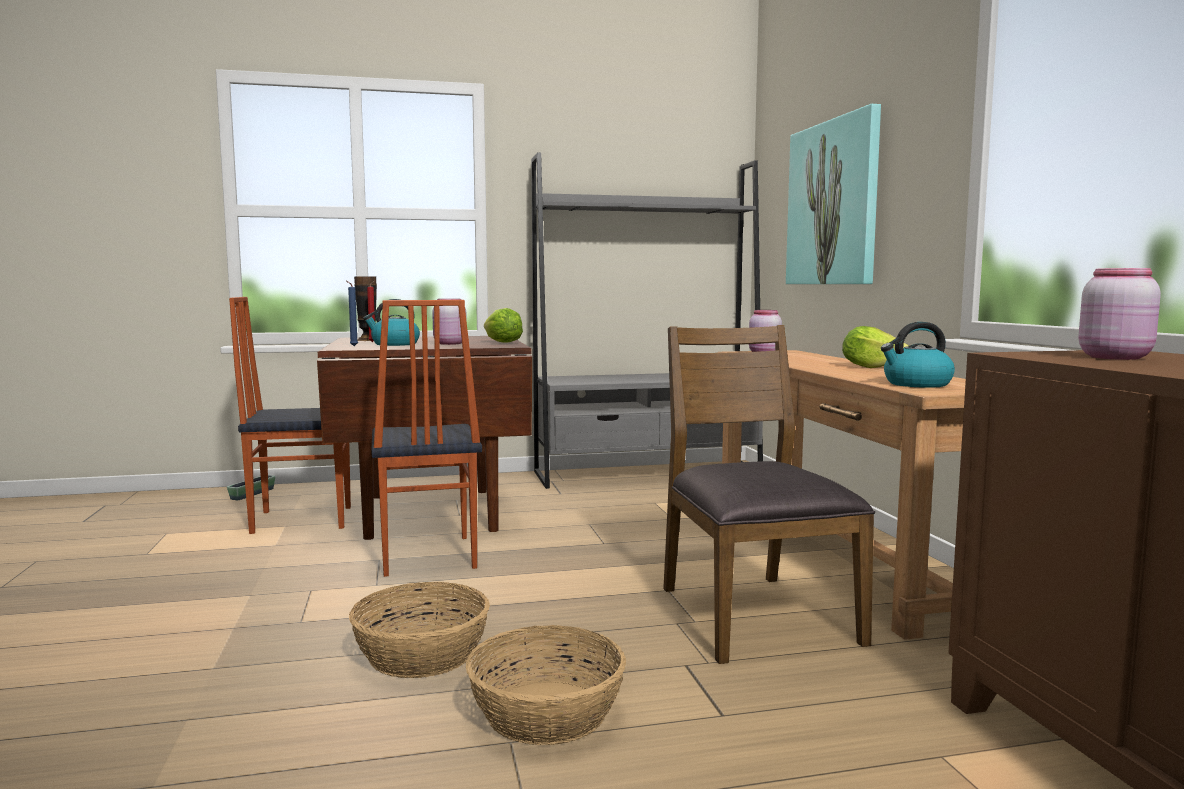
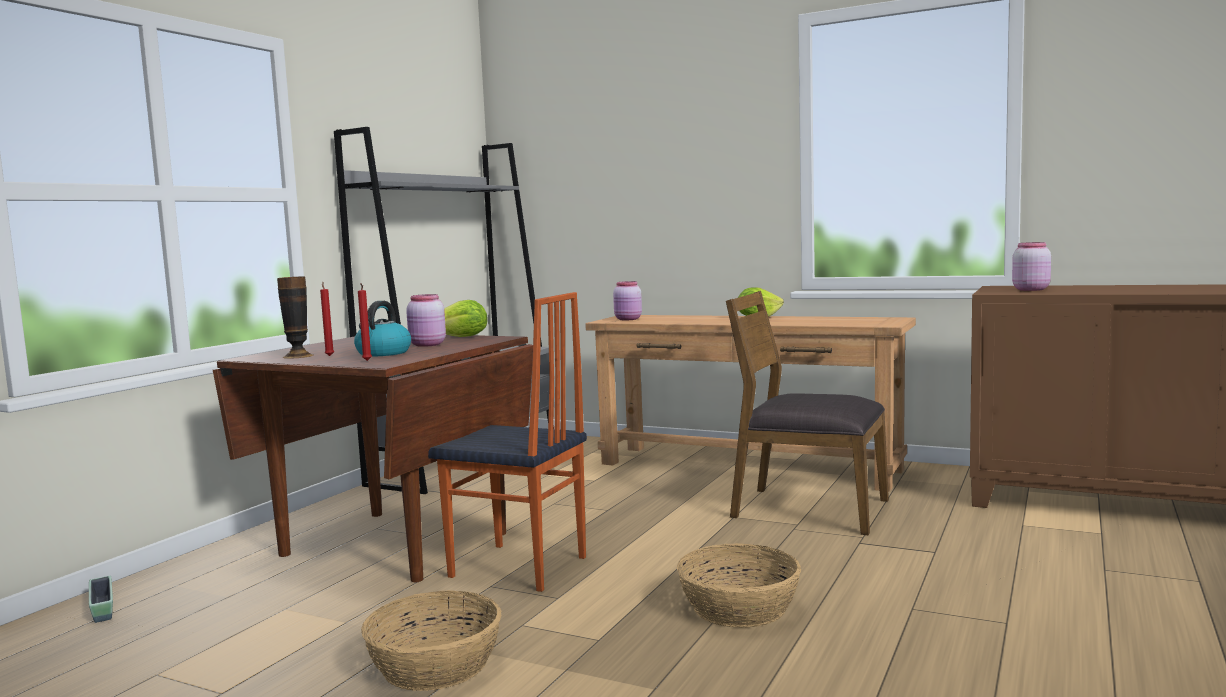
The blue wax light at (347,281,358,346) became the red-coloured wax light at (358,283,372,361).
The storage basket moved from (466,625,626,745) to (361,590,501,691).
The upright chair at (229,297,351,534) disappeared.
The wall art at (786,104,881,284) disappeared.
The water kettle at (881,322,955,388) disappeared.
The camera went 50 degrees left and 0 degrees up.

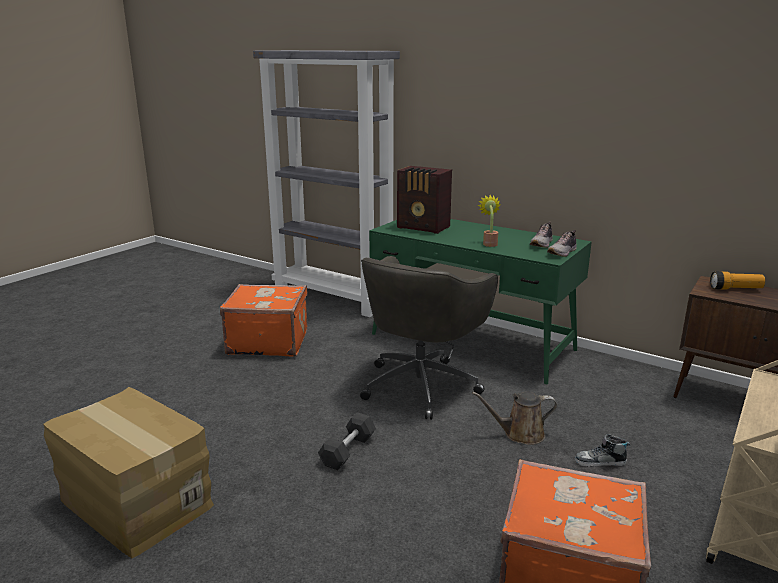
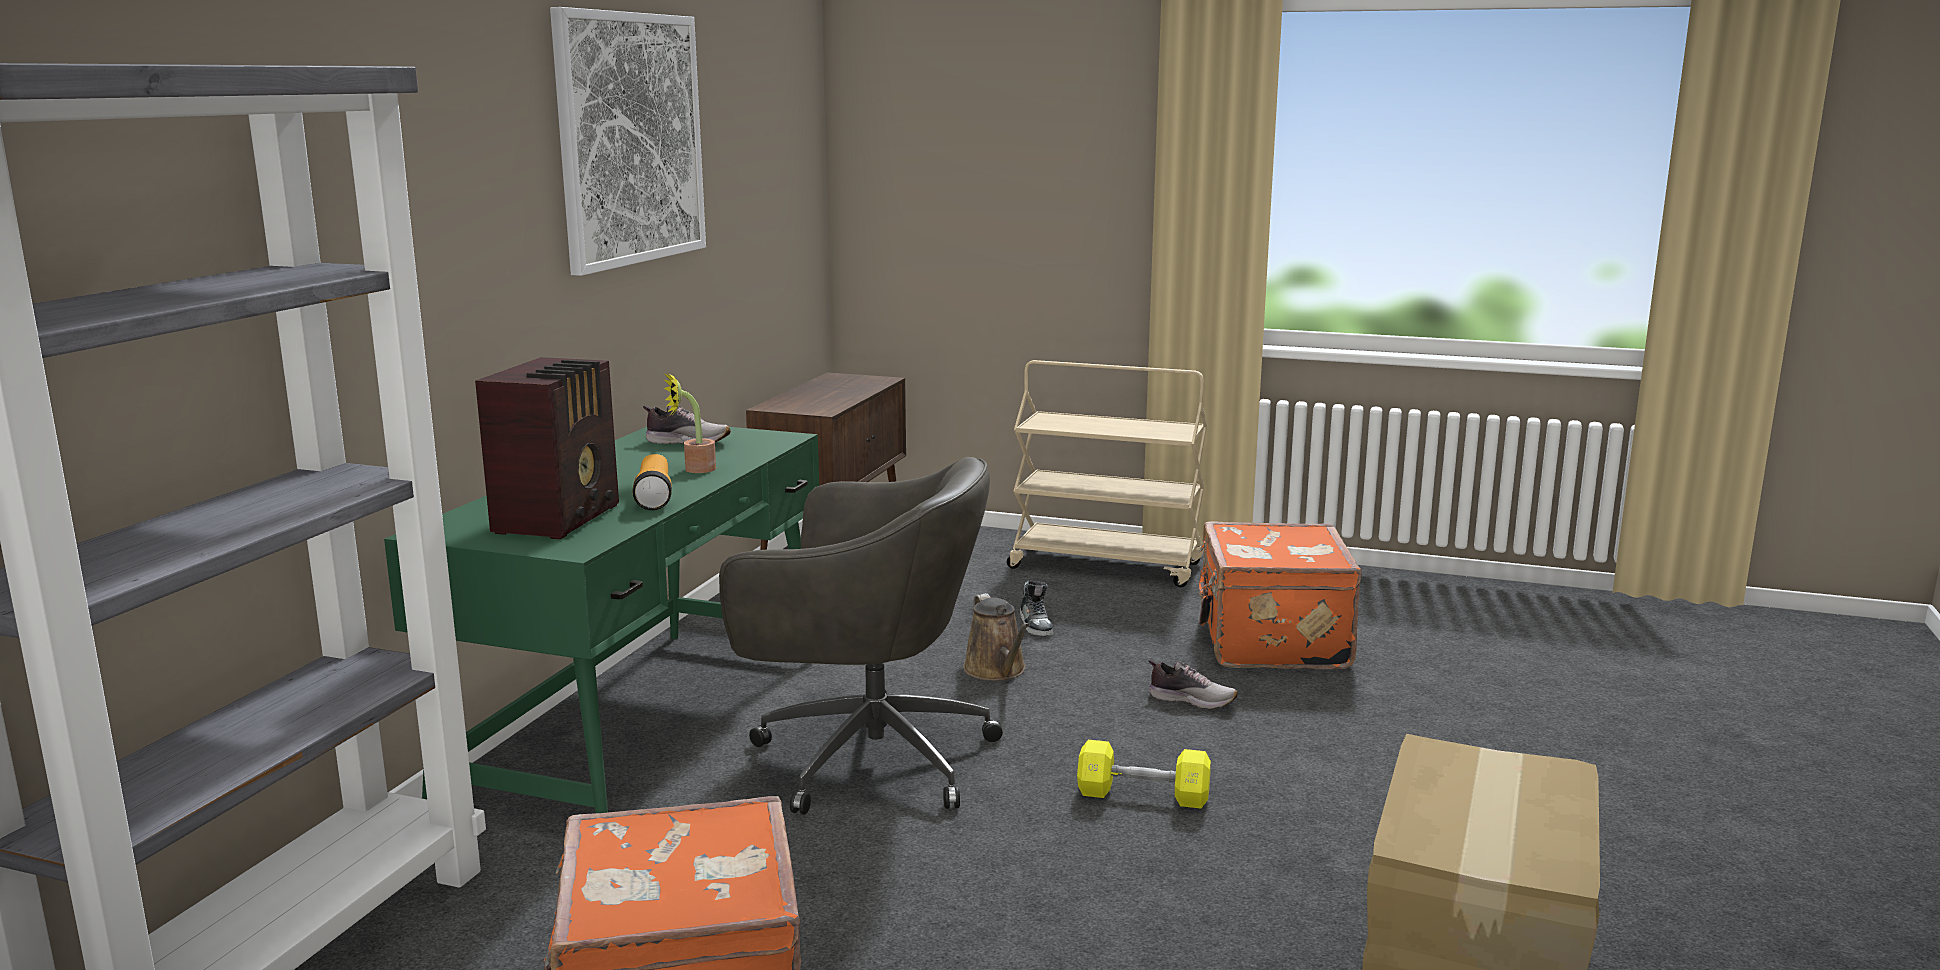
The wall art at (550,7,706,276) appeared.
The flashlight moved from (710,271,765,290) to (633,454,672,510).
The blackish dumbbell at (318,412,376,470) became the yellow dumbbell at (1077,740,1211,808).
The shoe moved from (547,230,577,257) to (1149,659,1237,709).
The camera went 105 degrees left and 5 degrees down.

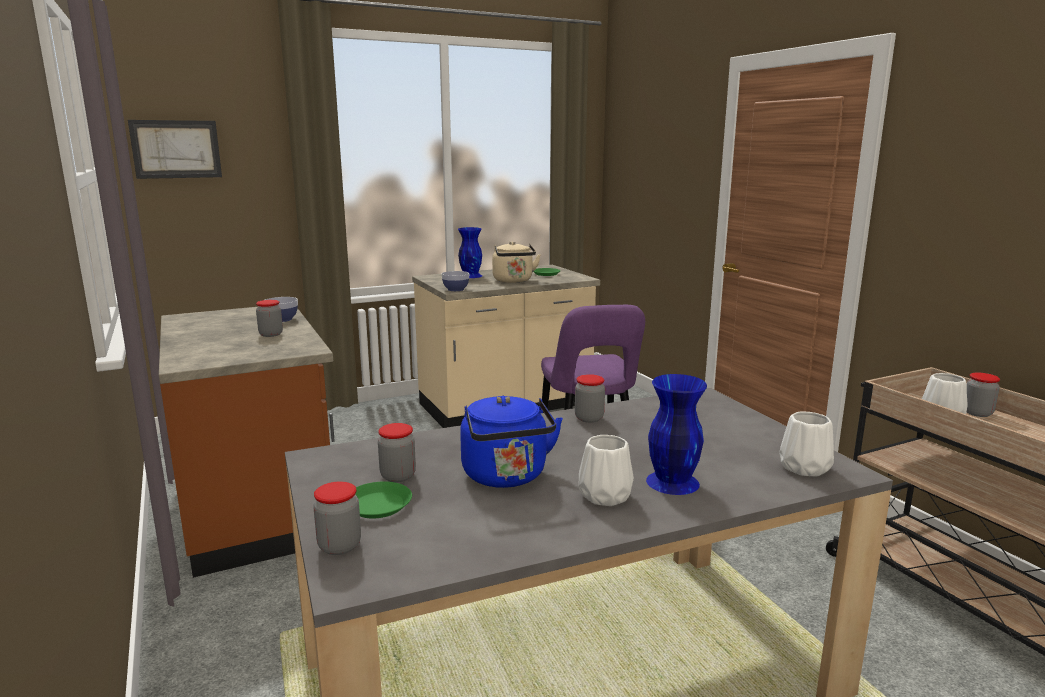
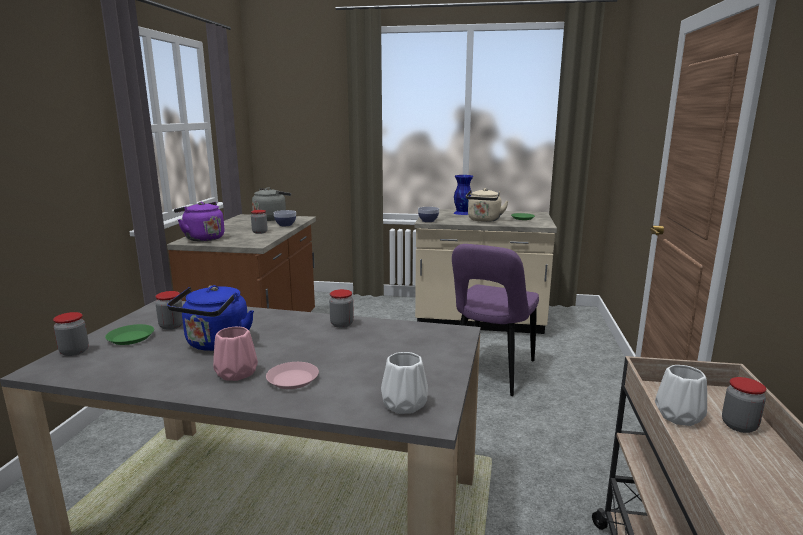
The purplish water kettle at (174,202,225,242) appeared.
The white-coloured vase at (578,435,634,506) became the pinkish vase at (213,326,258,381).
The gray water kettle at (252,188,291,221) appeared.
The blue vase at (646,374,707,495) was replaced by the pinkish plate at (266,362,319,389).
The wall art at (128,120,222,179) disappeared.
The camera went 35 degrees right and 0 degrees up.

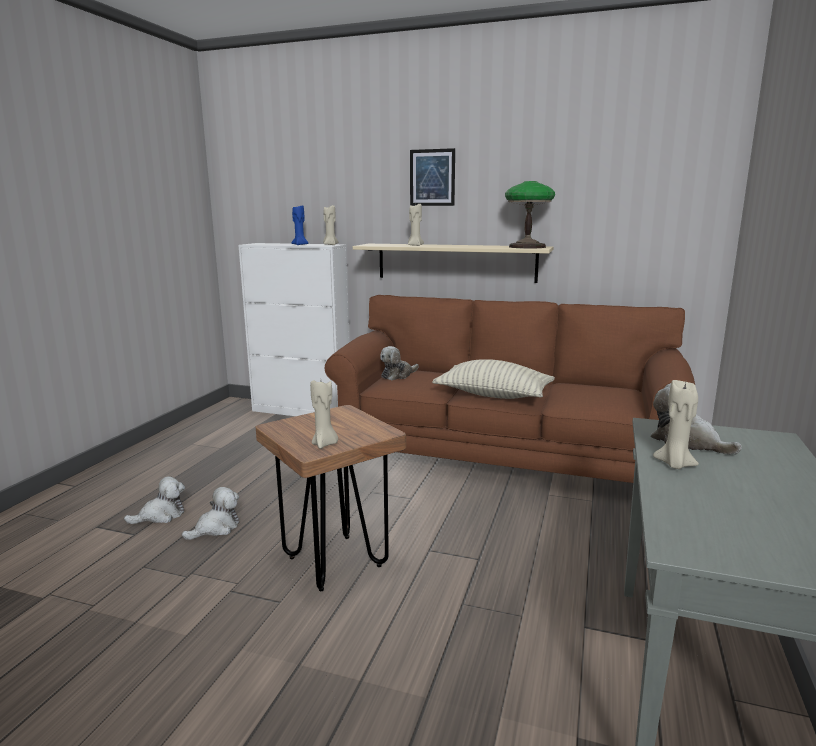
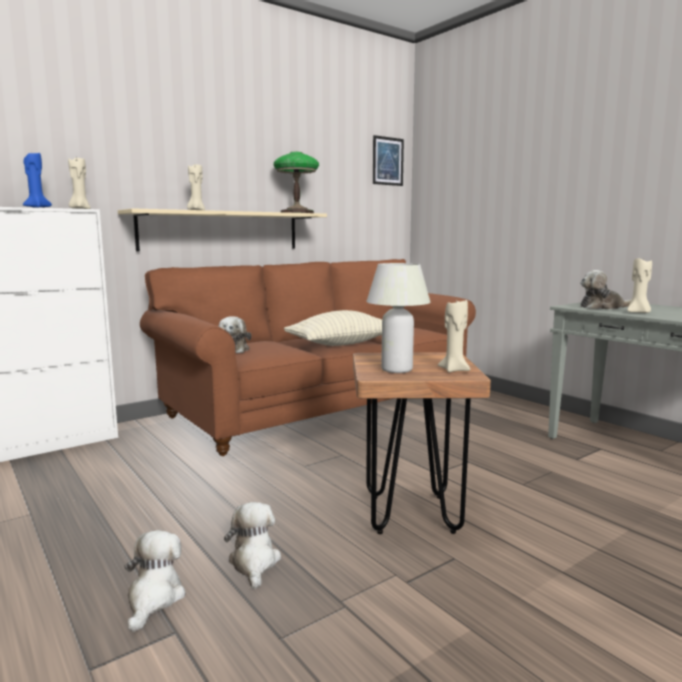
The white-coloured tabletop lamp at (366,263,431,373) appeared.
The wall art moved from (410,148,455,206) to (373,135,404,186).
The camera went 55 degrees left and 5 degrees down.

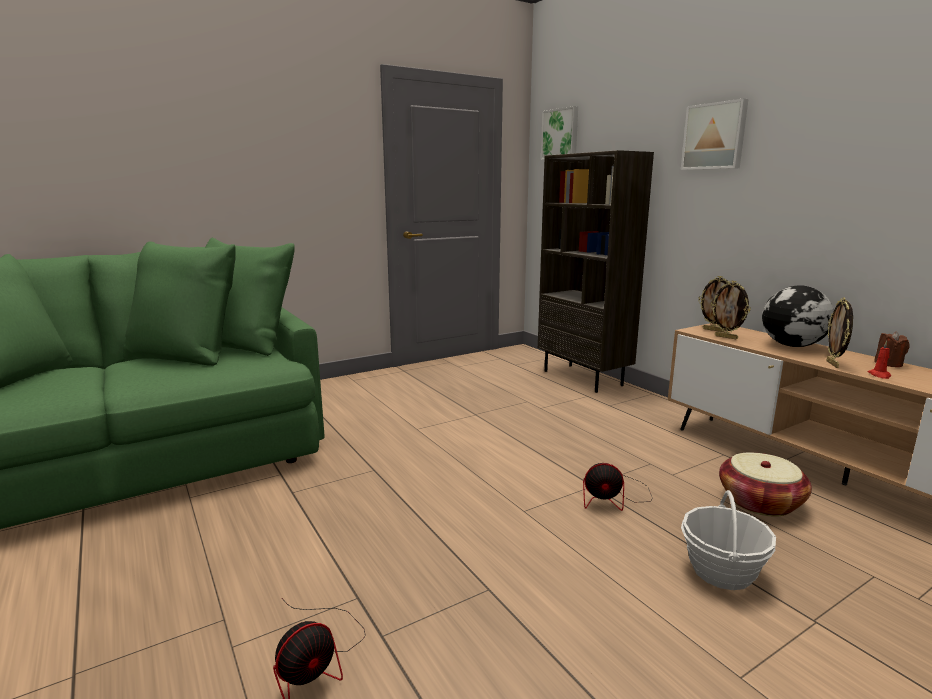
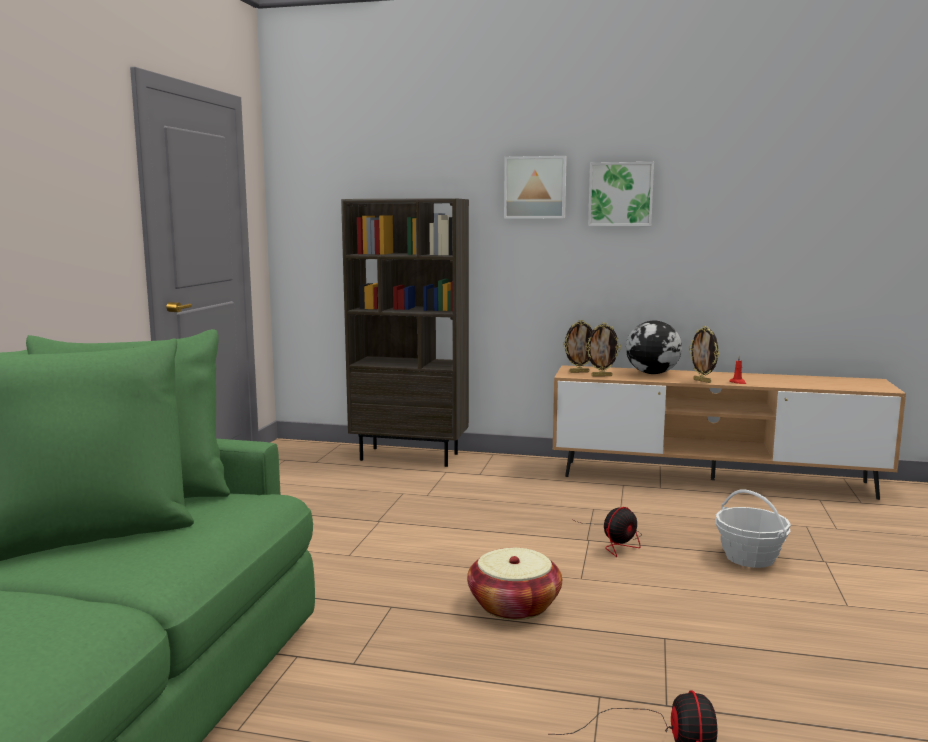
The storage basket moved from (719,453,812,517) to (467,548,562,620).
The wall art moved from (541,106,578,160) to (588,162,654,226).
The brownish wax light at (874,332,910,367) disappeared.
The camera went 45 degrees left and 5 degrees down.

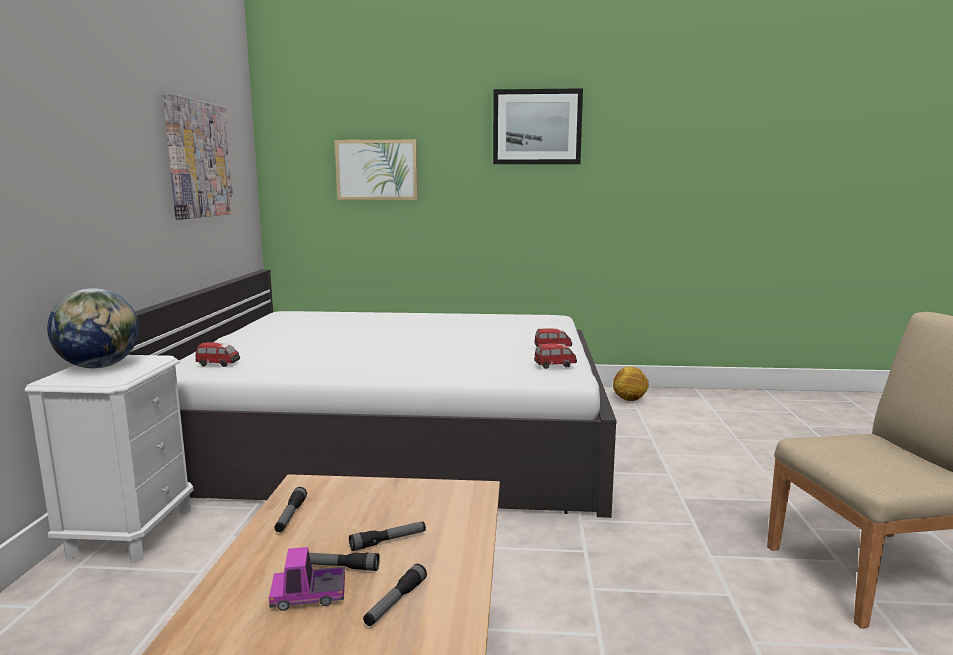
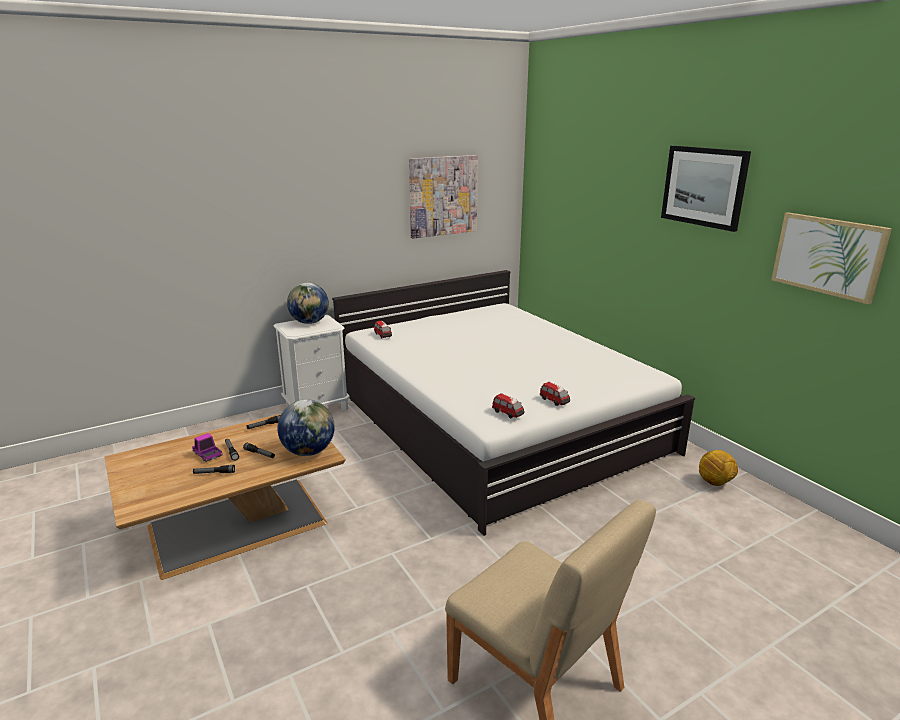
The world globe at (277,400,335,456) appeared.
The wall art moved from (335,140,418,200) to (771,212,892,304).
The camera went 55 degrees right and 10 degrees up.

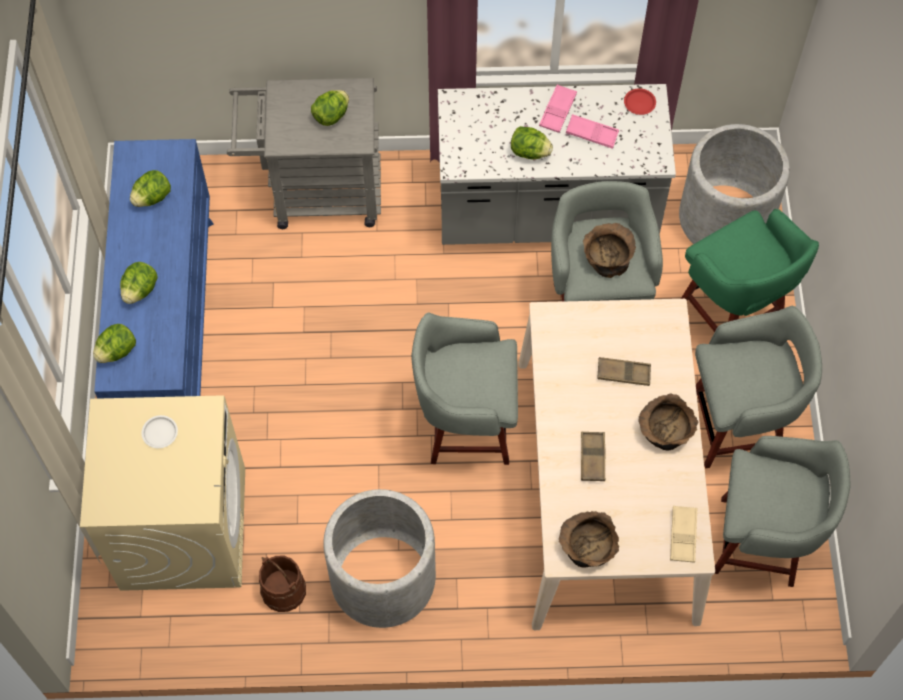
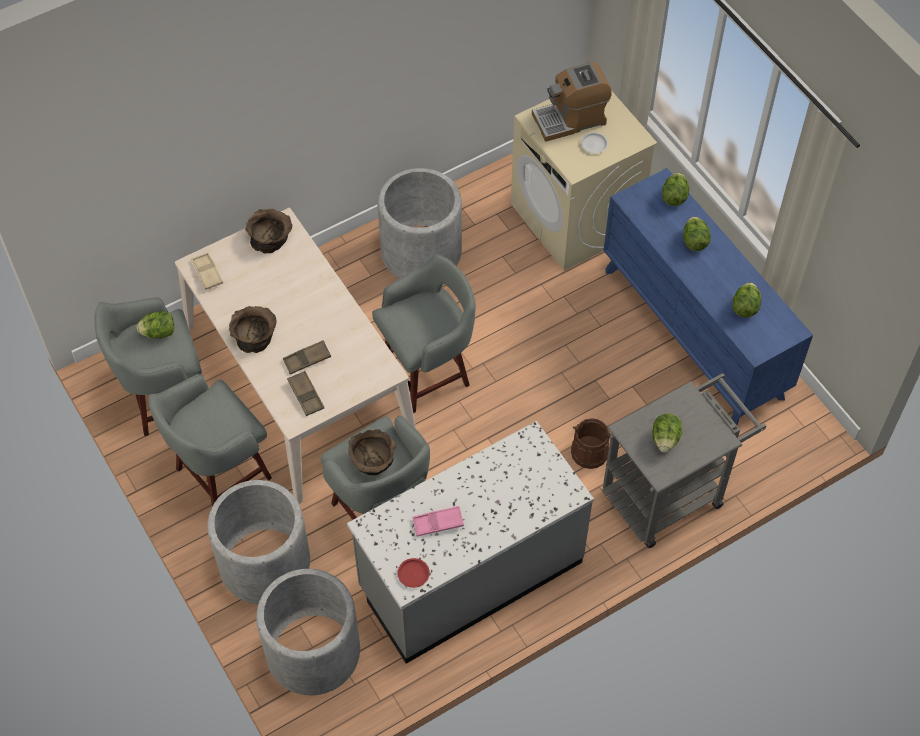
The lettuce moved from (511,126,553,159) to (137,311,174,339).
The green-coloured sitting stool at (681,209,819,332) was replaced by the gray planter at (207,480,310,604).
The brownish serving tray moved from (581,431,606,481) to (287,371,324,416).
The coffee machine at (532,62,612,142) appeared.
The brownish bucket moved from (259,555,306,612) to (571,418,611,469).
The pinkish serving tray at (539,84,577,133) disappeared.
The camera went 150 degrees right and 5 degrees down.

